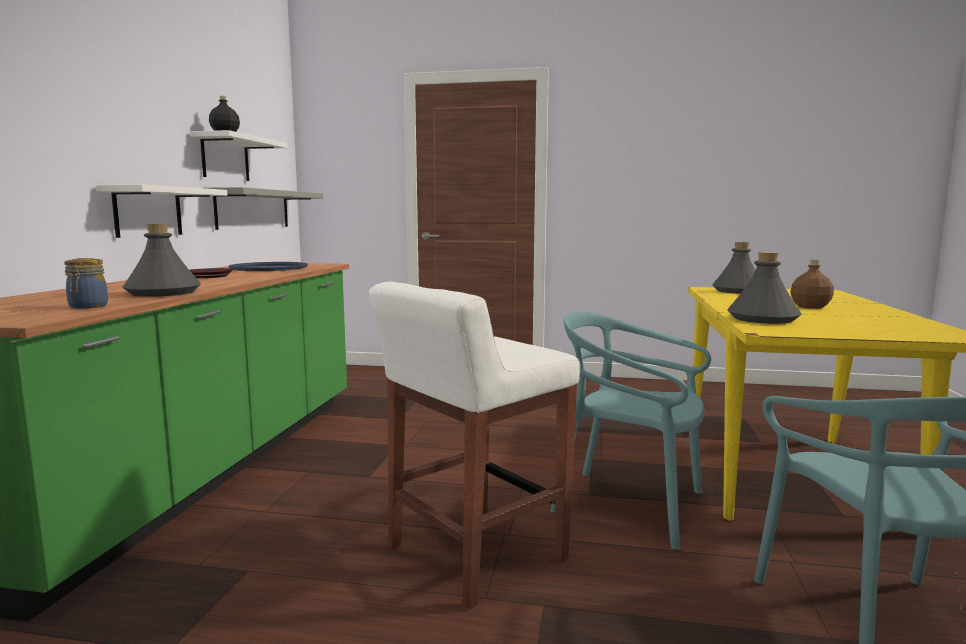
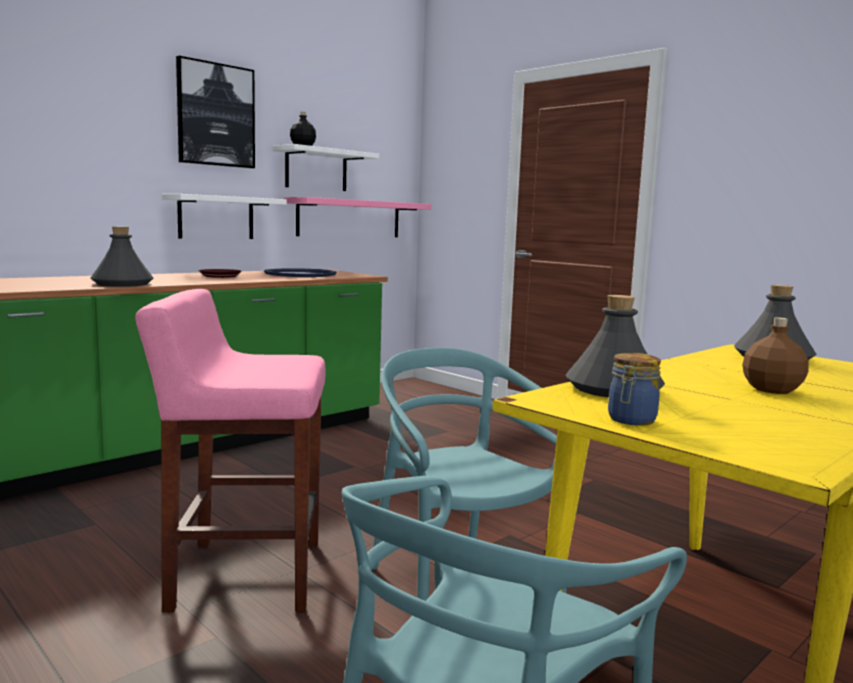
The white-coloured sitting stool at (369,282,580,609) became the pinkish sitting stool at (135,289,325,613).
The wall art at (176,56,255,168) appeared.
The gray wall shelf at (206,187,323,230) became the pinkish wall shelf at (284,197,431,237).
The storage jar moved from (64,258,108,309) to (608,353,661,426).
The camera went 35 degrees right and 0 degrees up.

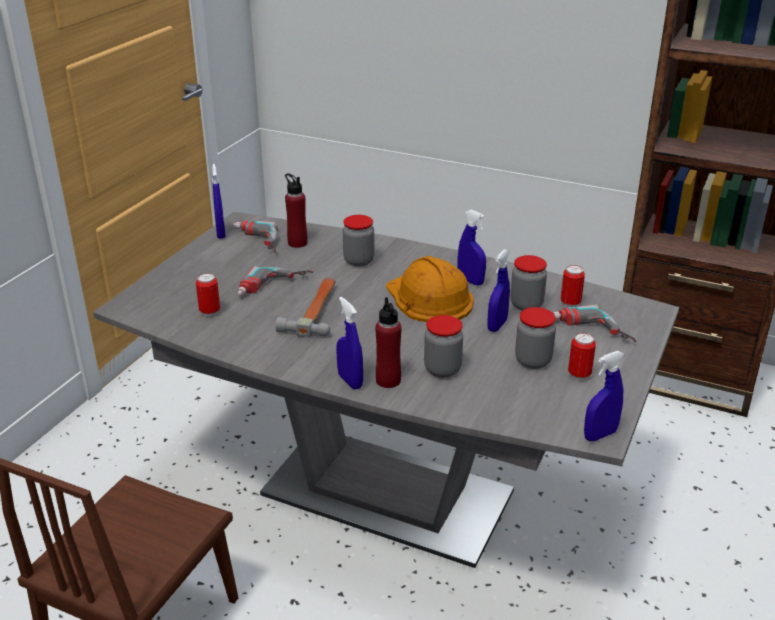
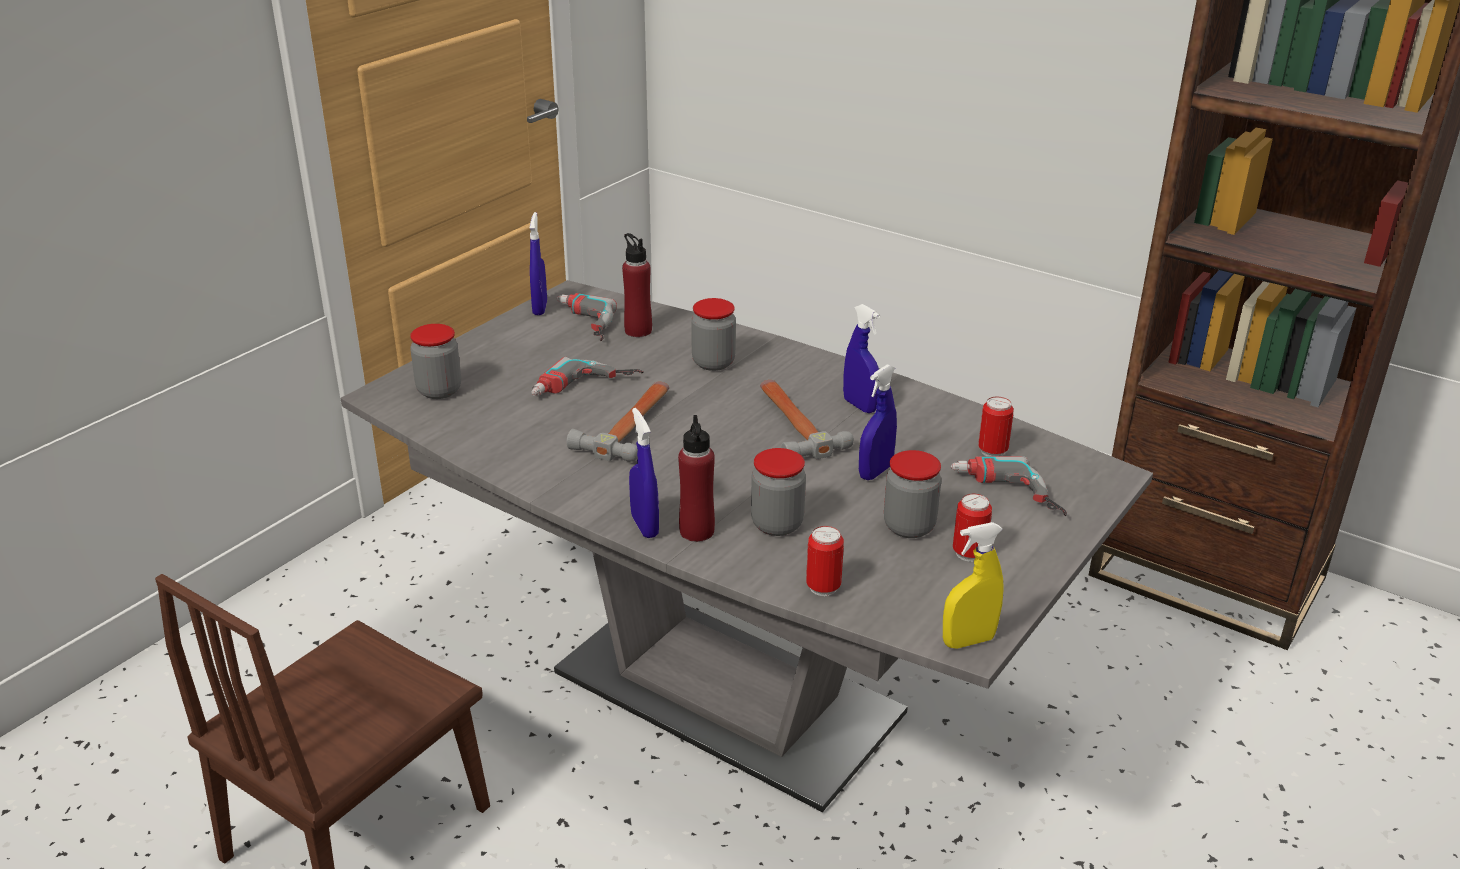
The storage jar moved from (510,255,547,311) to (410,324,461,399).
The orange-coloured hard hat at (386,256,474,322) was replaced by the tool hammer at (760,380,854,459).
The sealed can moved from (196,273,220,316) to (806,526,844,596).
The blue sprayer at (584,351,625,441) became the yellow sprayer at (943,522,1004,649).
The camera went 10 degrees right and 0 degrees up.

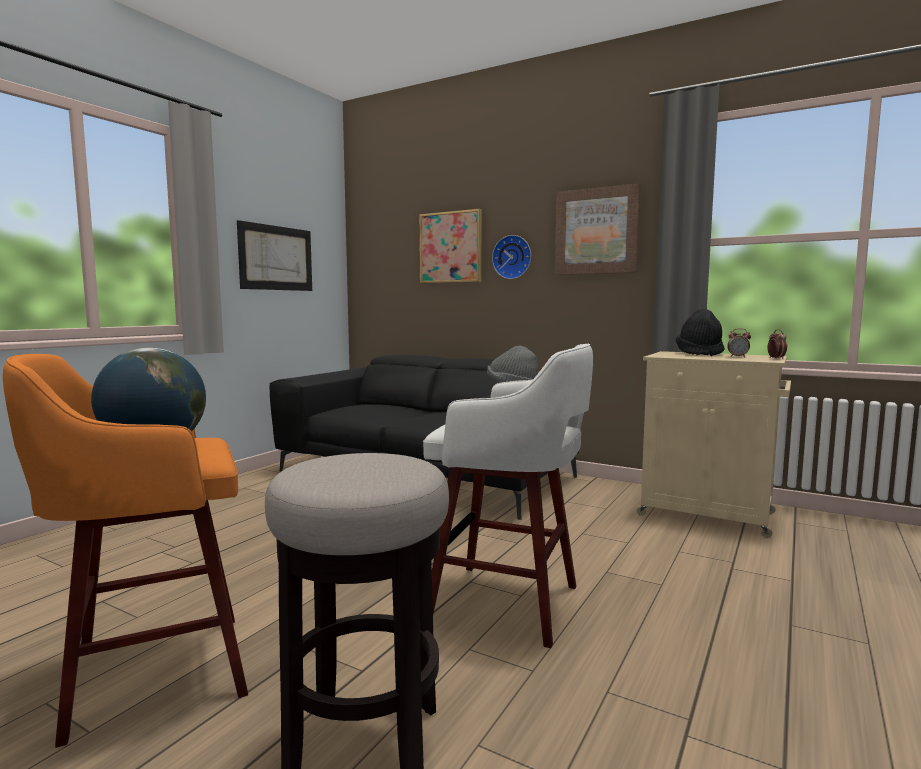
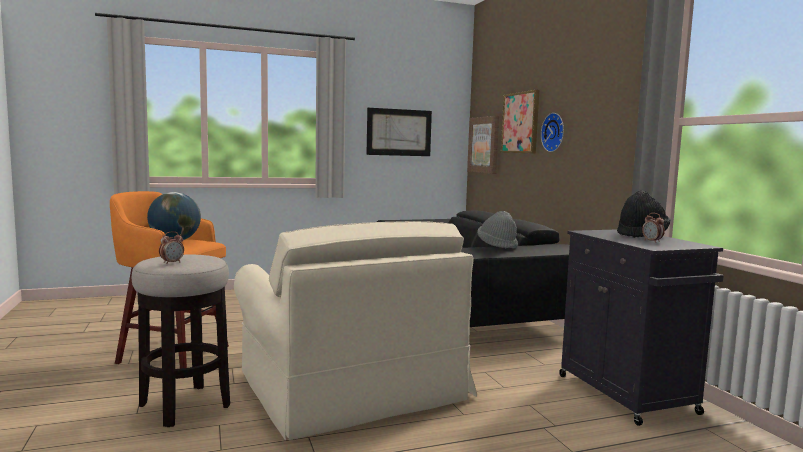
The table clock moved from (768,329,787,359) to (159,231,184,264).
The white-coloured sitting stool at (423,344,593,648) was replaced by the sand-coloured armchair at (234,221,477,441).
The wall art moved from (555,183,641,275) to (467,116,499,174).
The sand-coloured cupboard at (637,351,791,538) became the blackish cupboard at (559,229,724,426).
The camera went 40 degrees right and 0 degrees up.

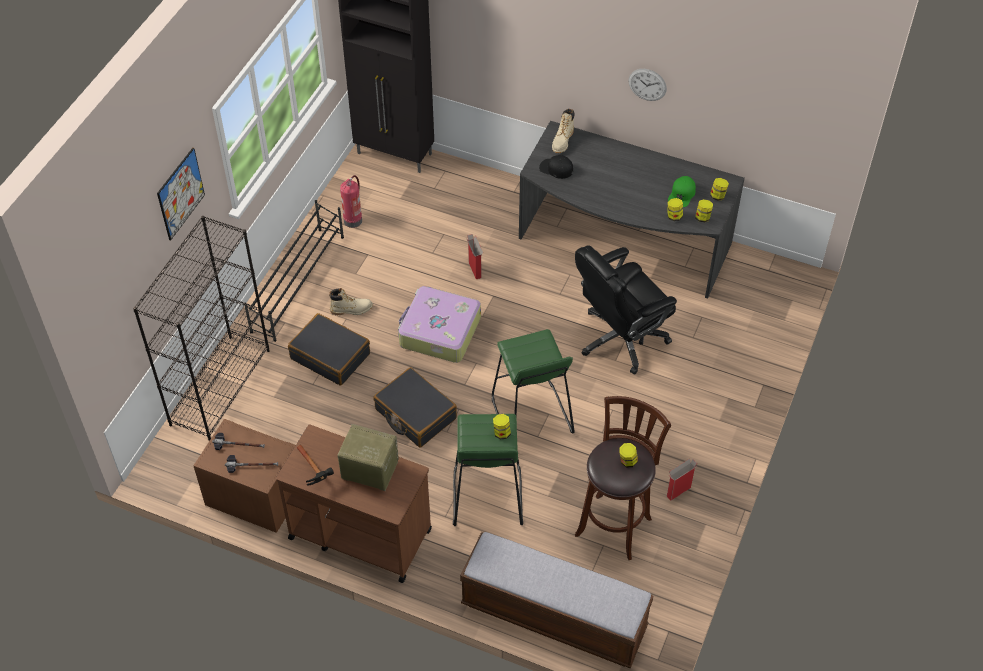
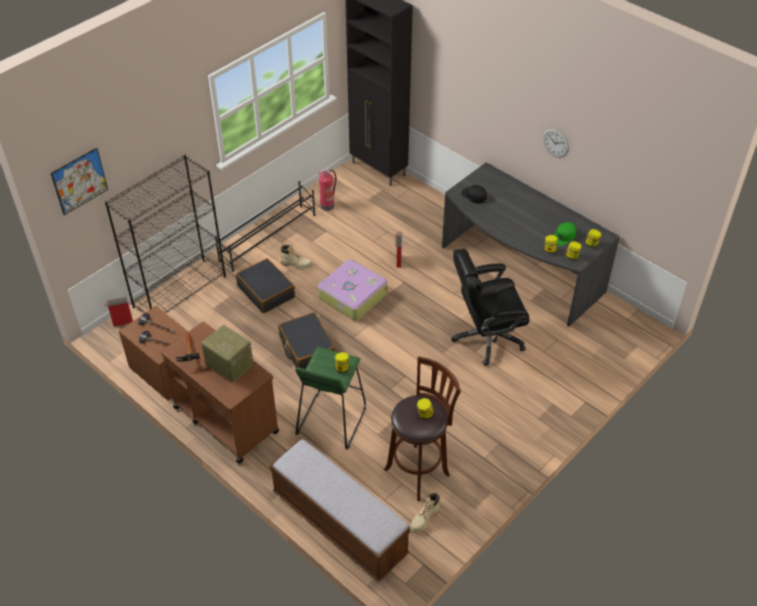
The wall art moved from (157,147,205,241) to (51,148,108,215).
The packing box moved from (667,459,697,501) to (104,297,133,327).
The sand-coloured boot moved from (552,109,574,153) to (410,493,440,533).
The green-coloured sitting stool at (492,329,575,434) disappeared.
The camera went 20 degrees right and 5 degrees down.

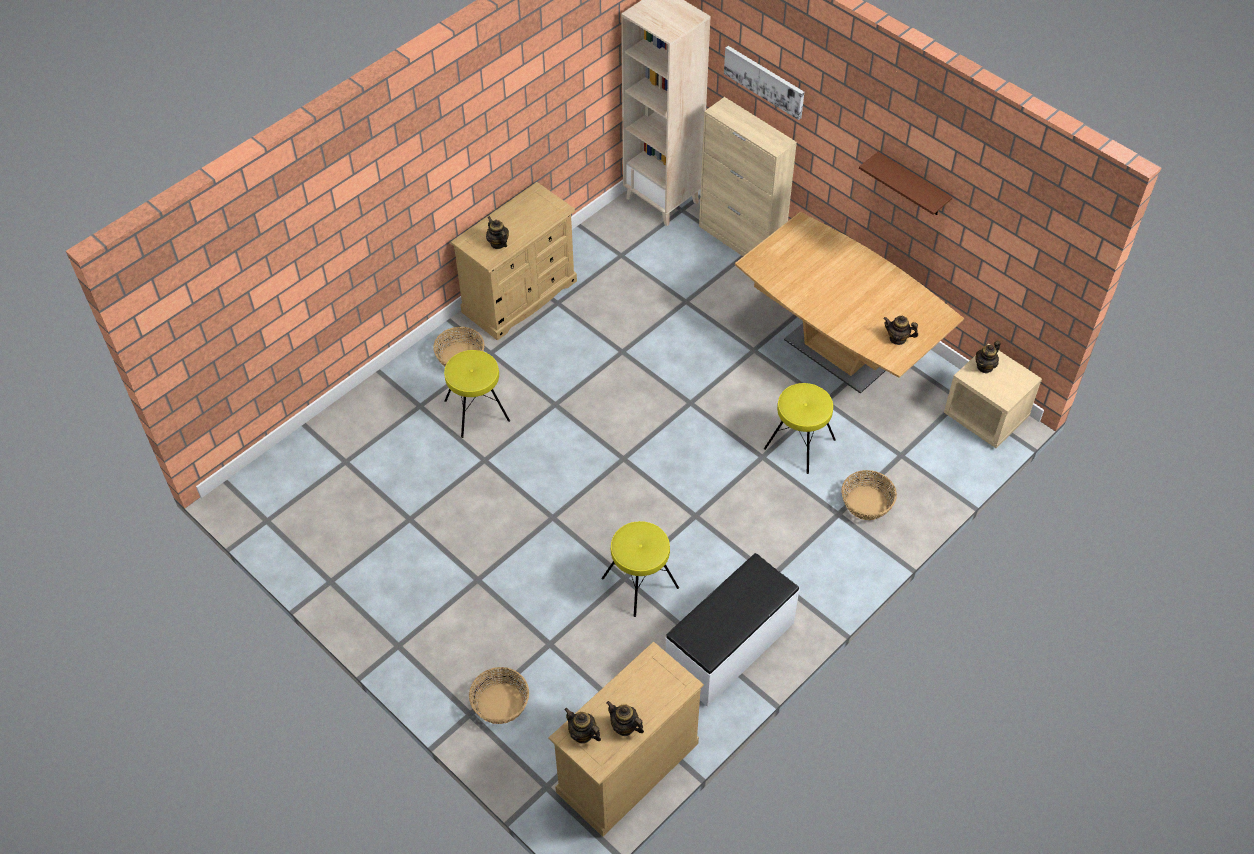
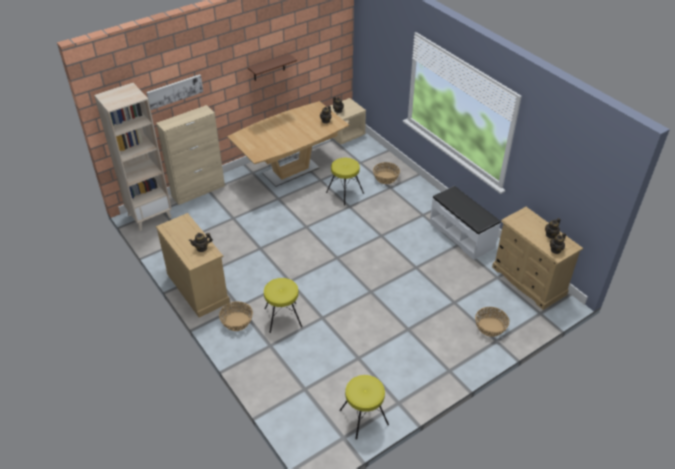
The yellow sitting stool moved from (601,521,679,617) to (339,375,389,440).
The camera went 80 degrees left and 10 degrees down.

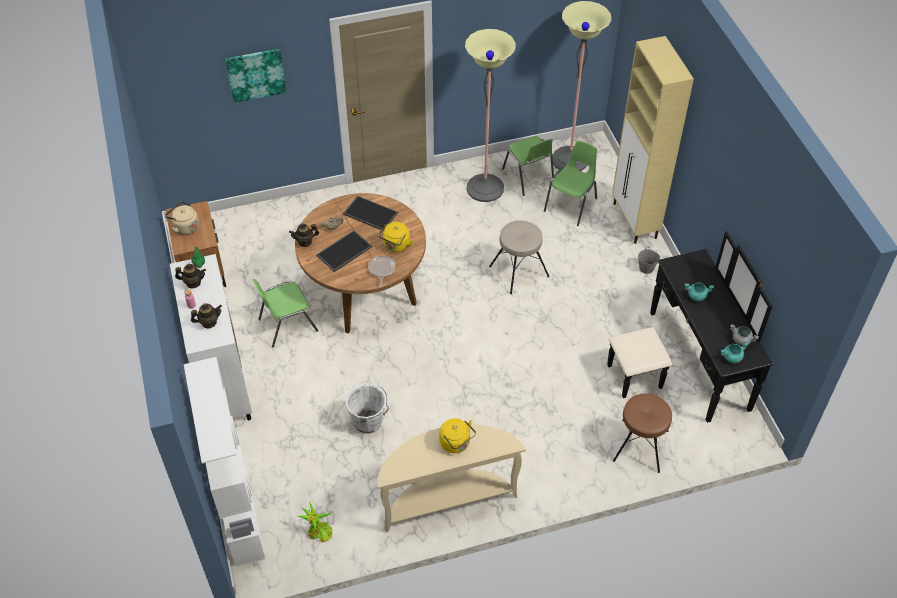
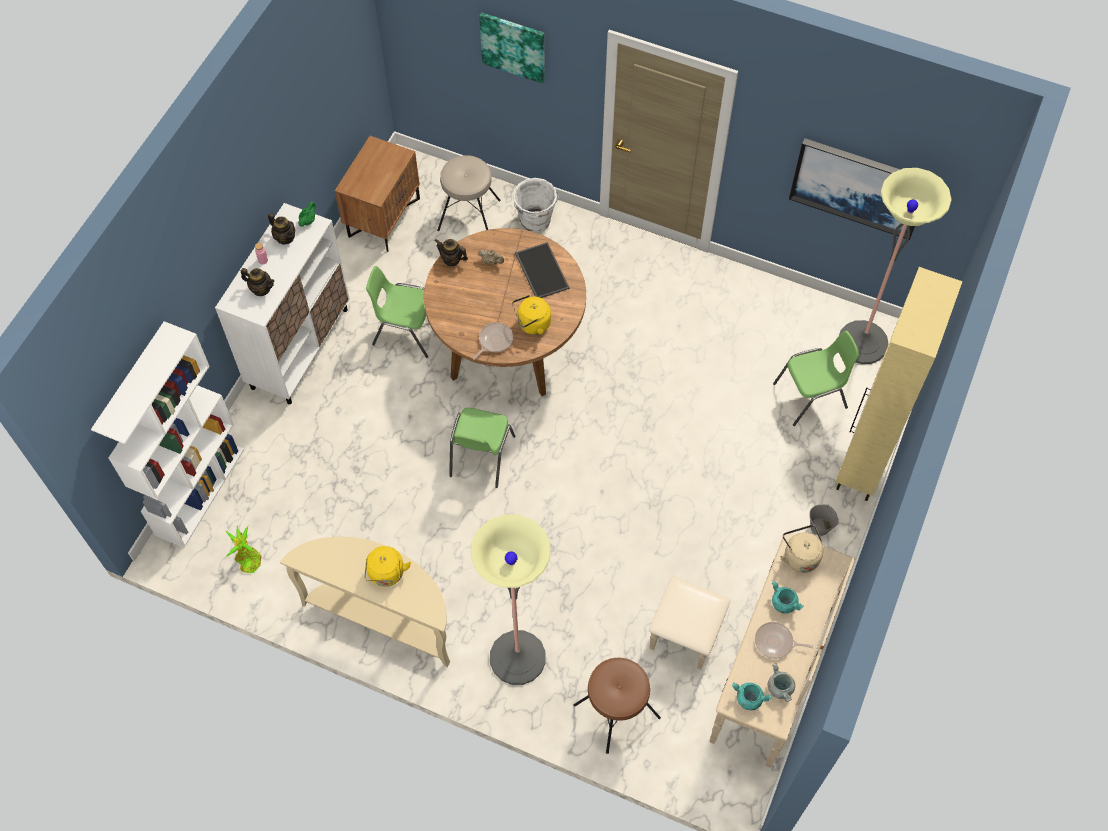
The sand-coloured sitting stool moved from (489,220,549,294) to (437,156,501,231).
The green-coloured upright chair moved from (502,136,554,196) to (449,408,516,488).
The floor lamp moved from (465,29,516,202) to (471,514,550,685).
The white-coloured bucket moved from (345,384,389,434) to (513,178,559,233).
The blackish chest of drawers at (607,231,773,423) became the sand-coloured chest of drawers at (649,533,855,767).
The pan at (755,622,813,659) appeared.
The sand-coloured water kettle moved from (165,201,199,235) to (780,525,823,573).
The wall art at (789,138,915,240) appeared.
The serving tray at (316,230,372,272) disappeared.
The camera went 40 degrees right and 10 degrees up.

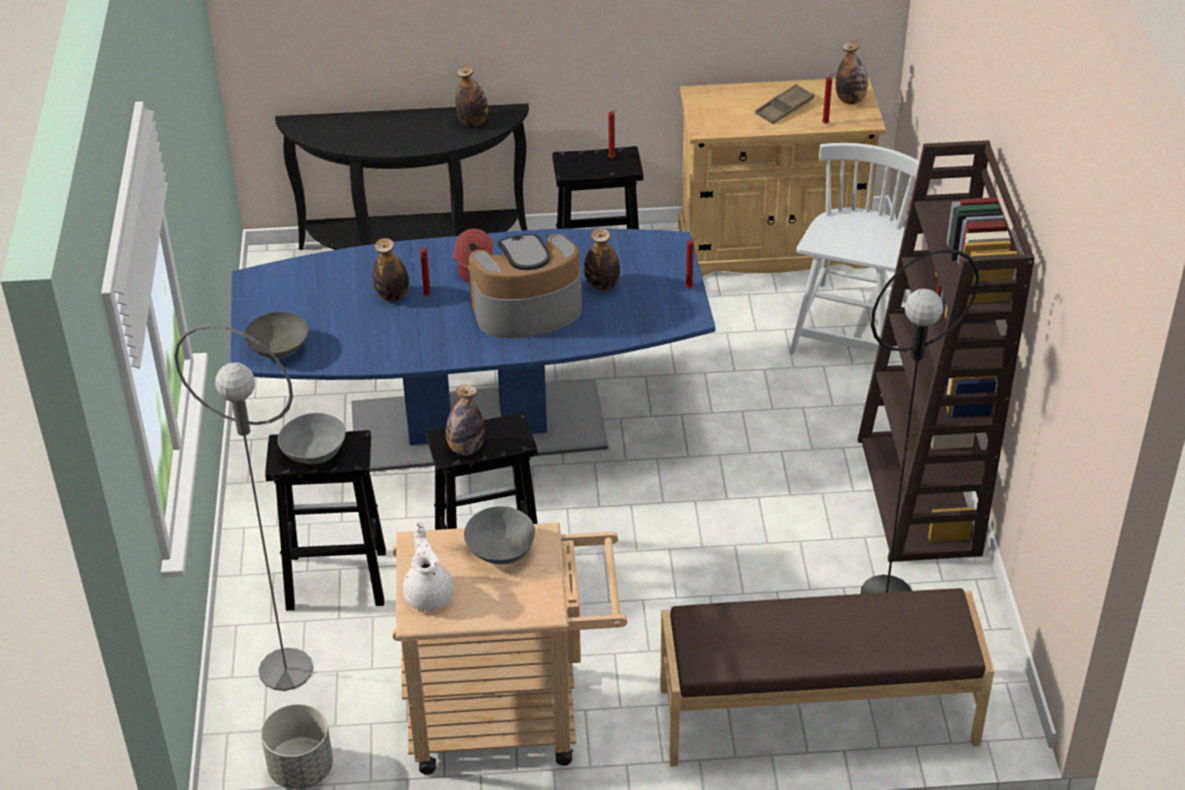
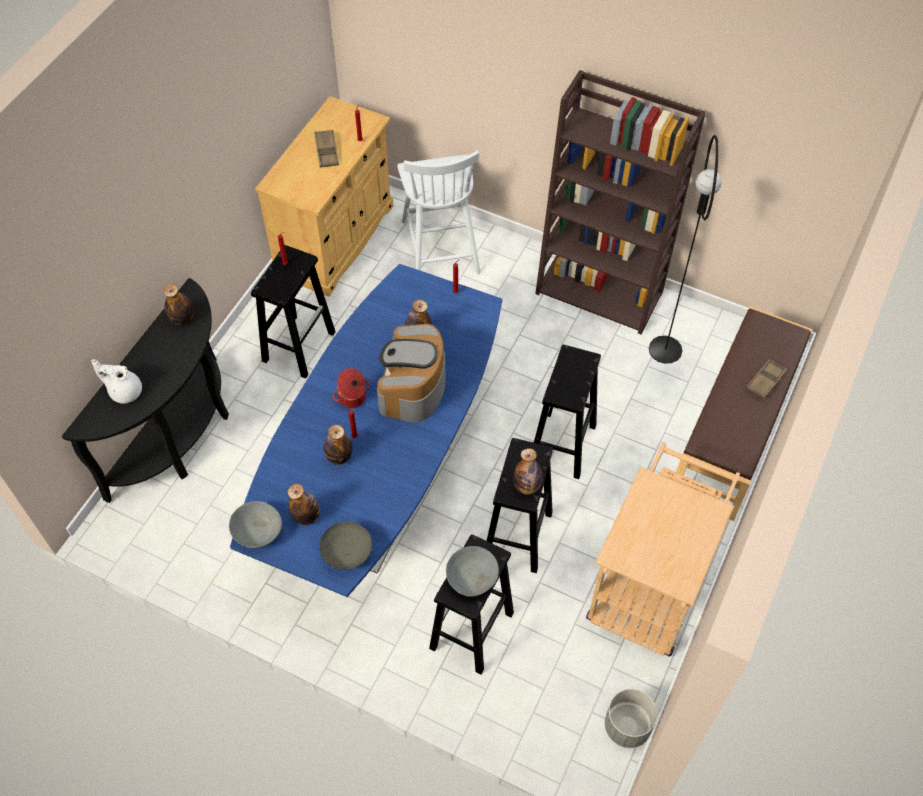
The white-coloured teapot moved from (403,522,454,611) to (91,359,142,404).
The gray deep dish moved from (464,506,535,565) to (229,501,282,548).
The beverage bottle moved from (836,42,868,104) to (288,484,320,525).
The white-coloured upright chair at (789,143,920,355) turned 150 degrees counterclockwise.
The blackish sitting stool at (534,345,601,479) appeared.
The brownish serving tray at (746,359,787,399) appeared.
The gray floor lamp at (174,325,313,691) disappeared.
The camera went 60 degrees left and 15 degrees up.

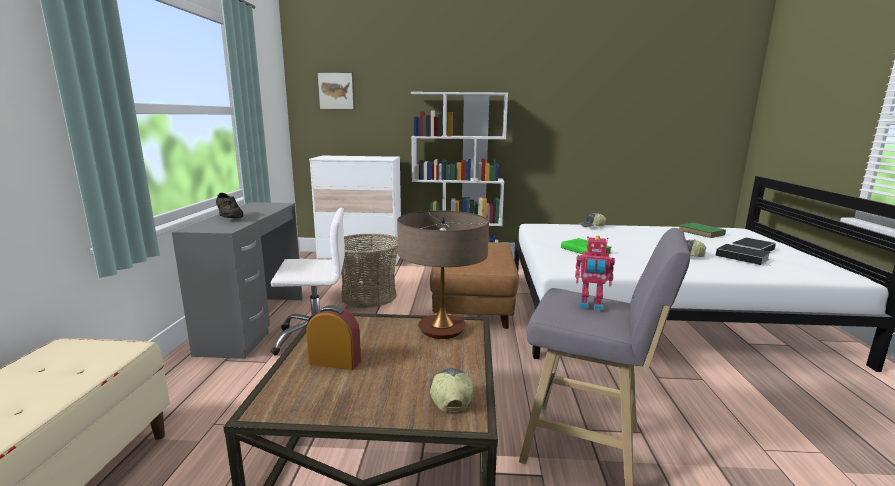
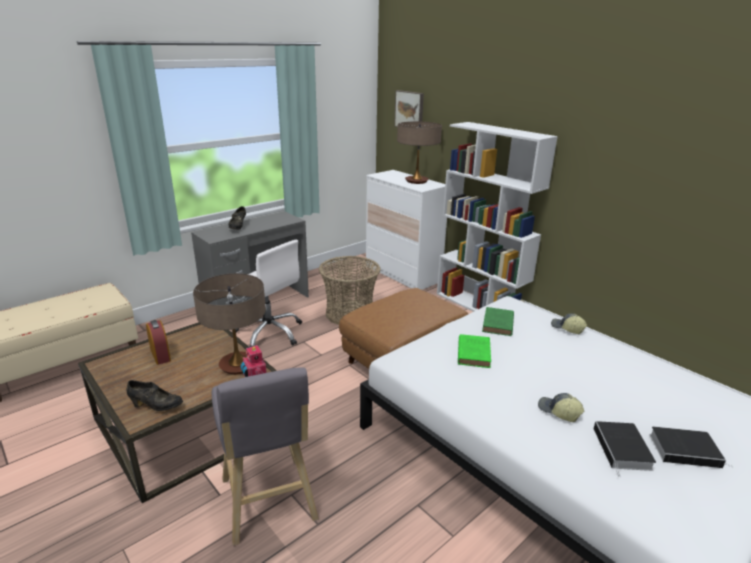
The baseball cap at (430,368,473,412) was replaced by the blackish shoe at (126,380,183,411).
The tabletop lamp at (397,122,442,184) appeared.
The green-coloured bound book moved from (679,223,726,238) to (482,307,514,336).
The camera went 45 degrees right and 10 degrees up.

